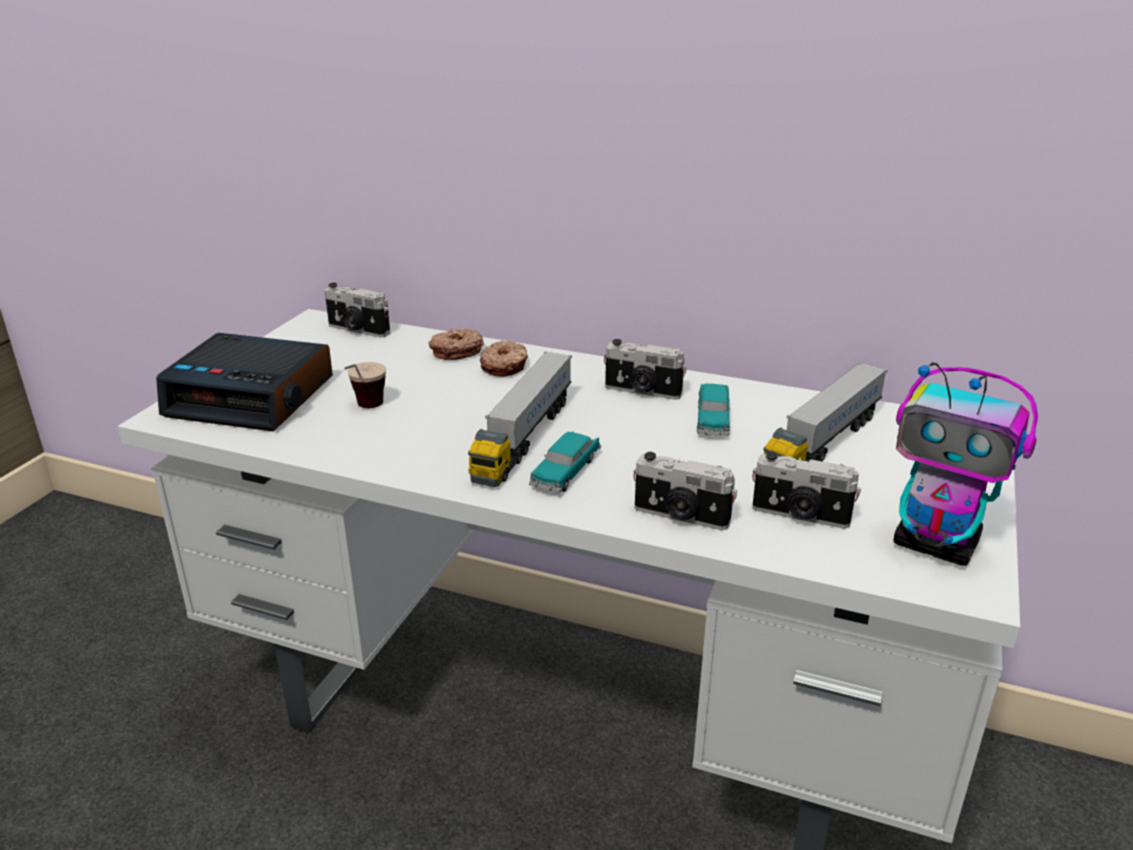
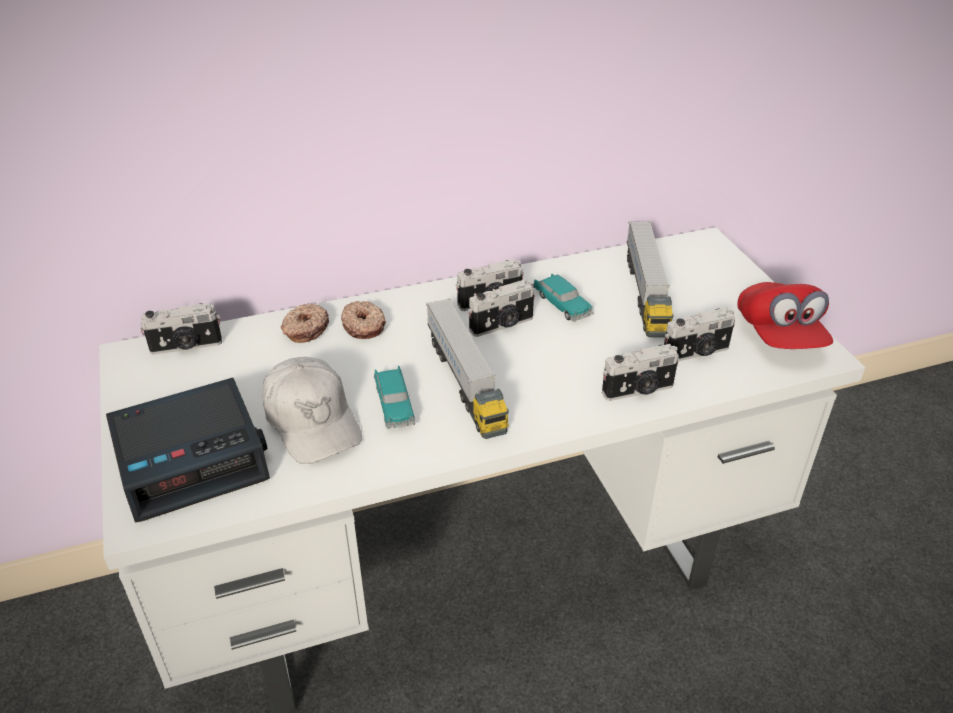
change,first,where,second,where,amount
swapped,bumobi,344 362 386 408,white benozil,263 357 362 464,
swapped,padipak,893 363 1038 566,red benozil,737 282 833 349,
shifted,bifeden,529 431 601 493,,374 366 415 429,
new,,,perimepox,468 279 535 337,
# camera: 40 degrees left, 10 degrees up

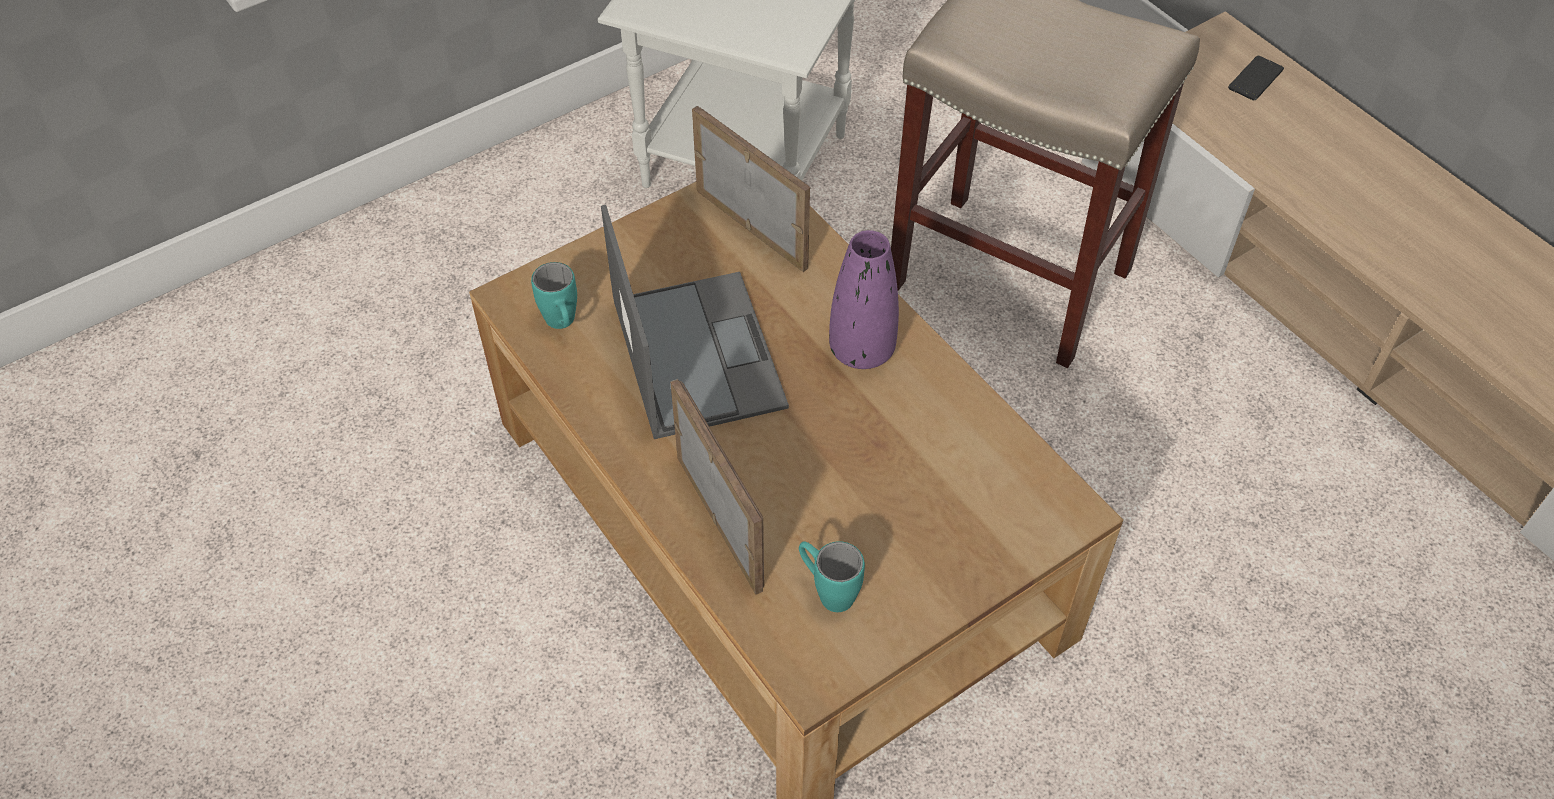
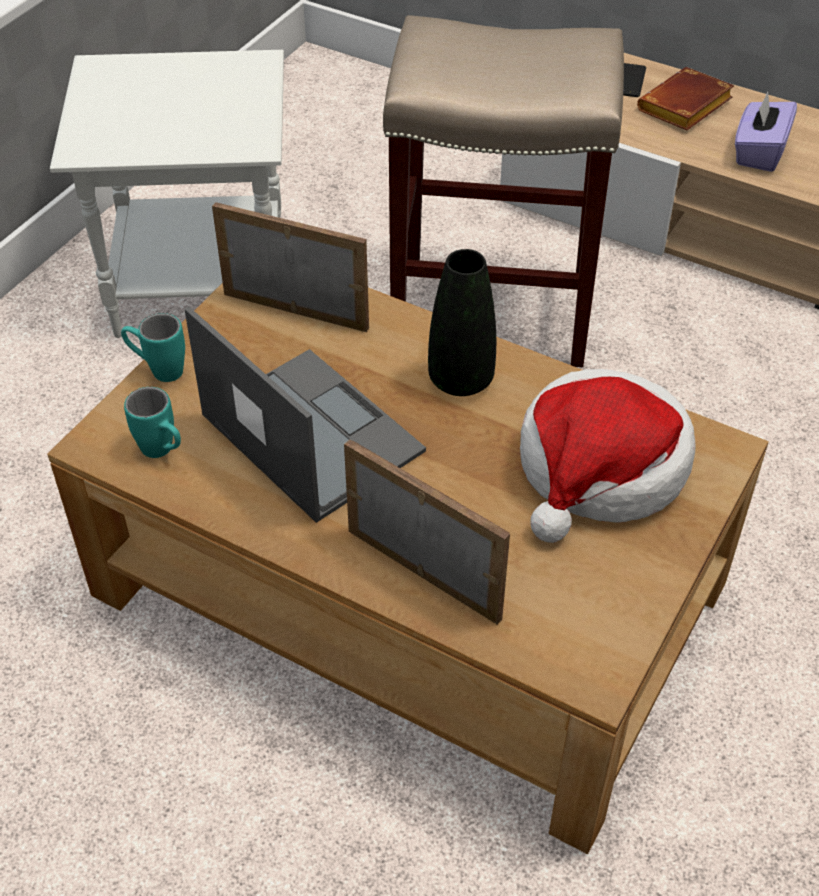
change,first,where,second,where,amount
repainted,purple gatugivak,829 230 899 369,black gatugivak,428 249 496 396,
shifted,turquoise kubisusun,799 541 865 612,,121 313 185 382,
new,,,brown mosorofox,637 67 734 130,
new,,,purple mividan,735 91 797 172,
new,,,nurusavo,520 369 696 543,
# camera: 25 degrees left, 5 degrees down

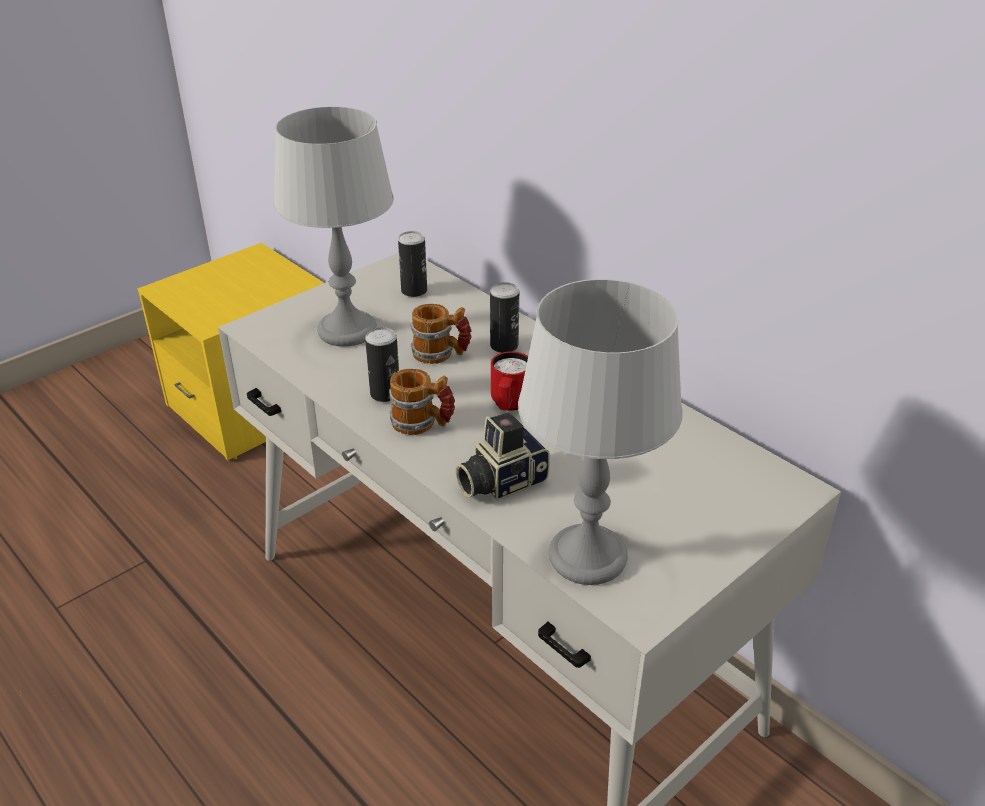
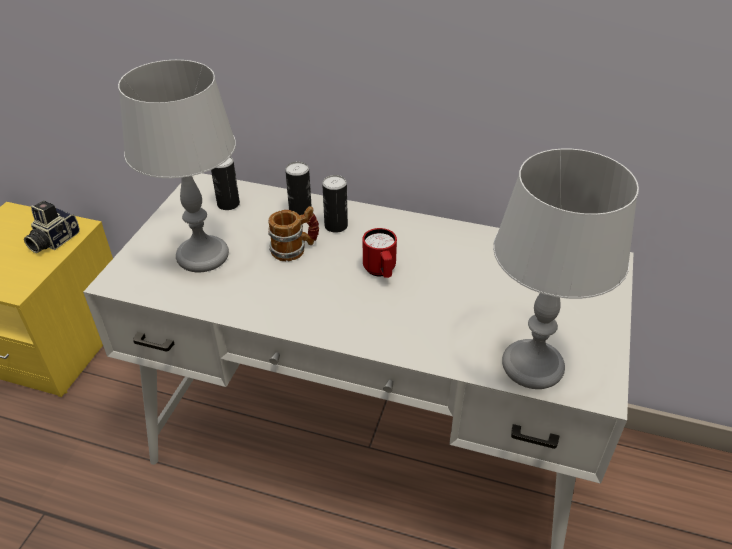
change,first,where,second,where,amount
shifted,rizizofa,365 327 399 402,,285 162 312 215,
gone,kubisusun,389 369 455 435,,,
shifted,perimepox,455 413 550 501,,24 201 80 253,
# camera: 30 degrees left, 5 degrees up

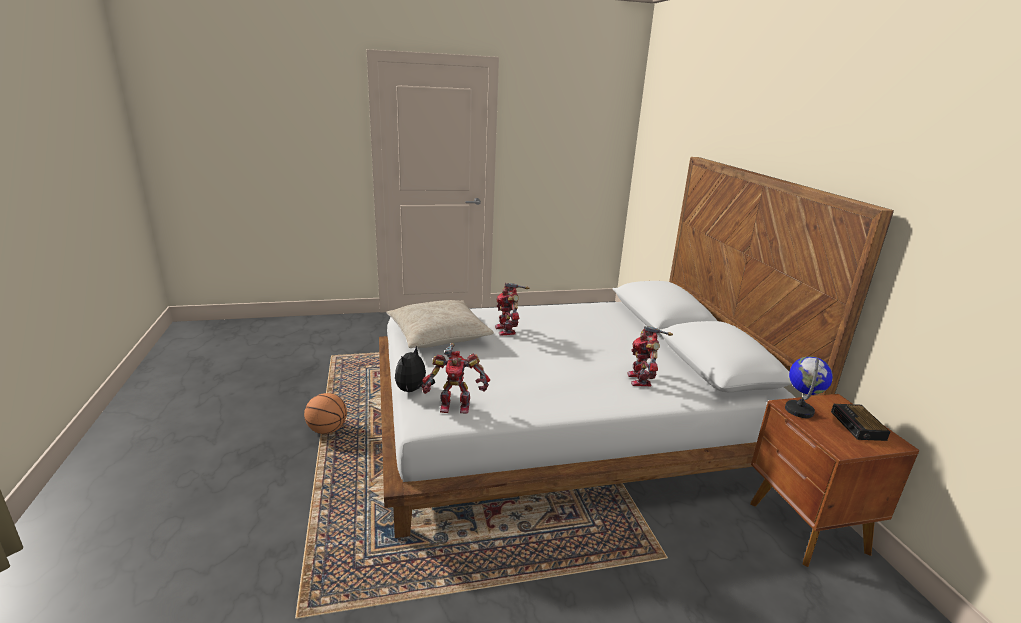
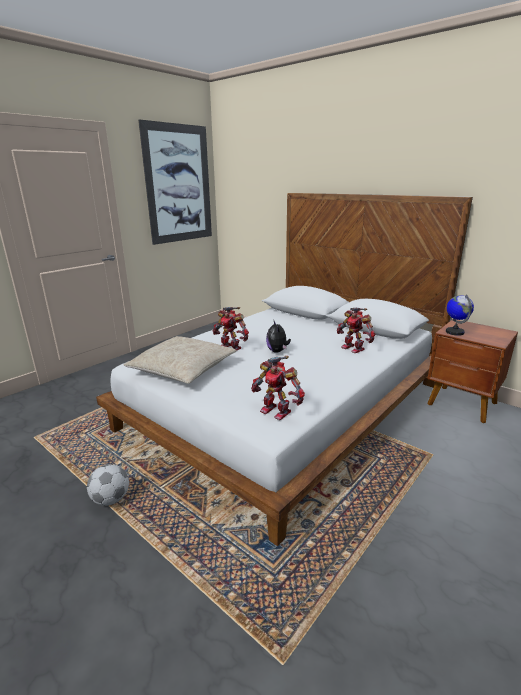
change,first,where,second,where,amount
rotated,padipak,422 343 490 414,,251 356 305 420,75 degrees clockwise
shifted,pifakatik,395 346 435 392,,266 321 291 353,
swapped,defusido,304 393 347 434,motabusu,87 464 129 506,
gone,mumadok,831 404 890 441,,,
new,,,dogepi,138 119 212 245,
# camera: 35 degrees left, 0 degrees up

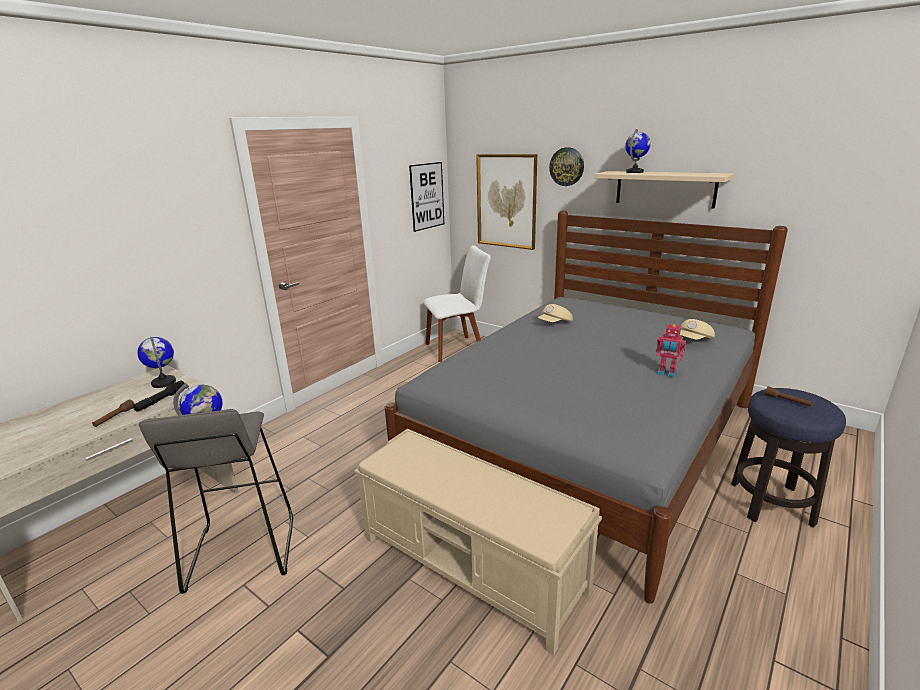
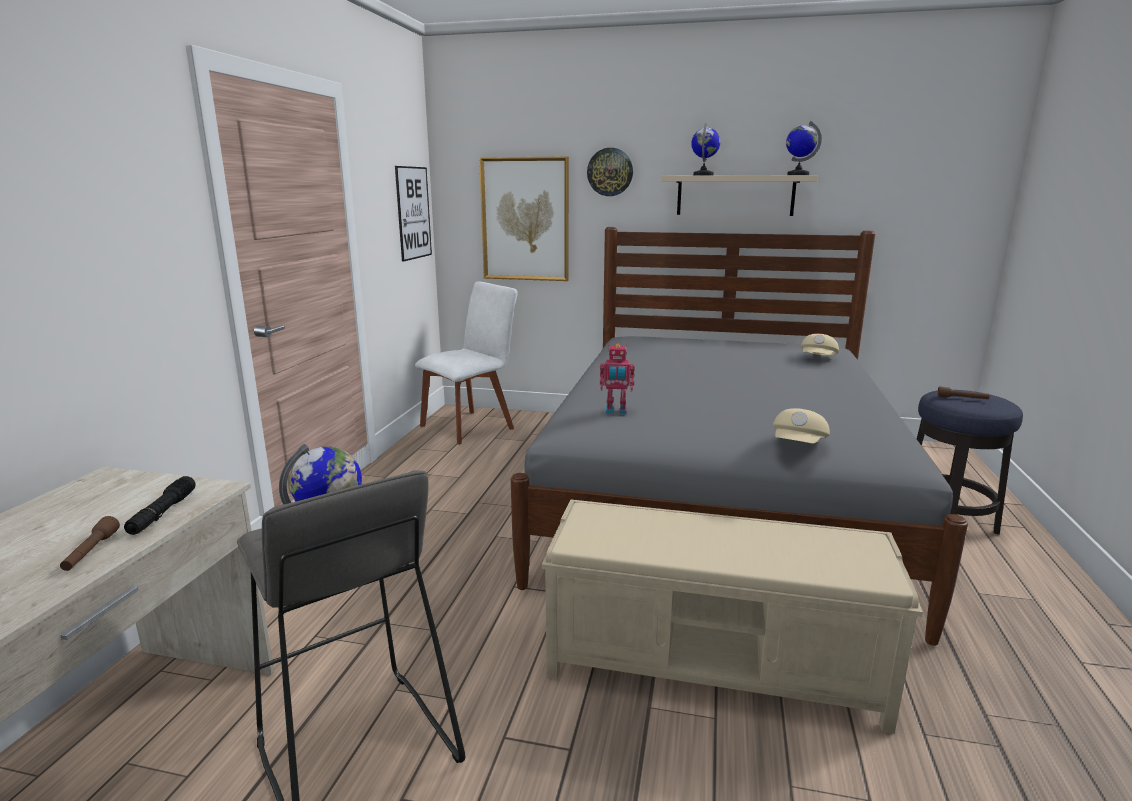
change,first,where,second,where,amount
shifted,beige benozil,538 304 573 322,,773 408 830 443,
shifted,padipak,656 324 686 377,,600 344 635 415,
shifted,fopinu,137 337 176 388,,786 121 822 175,
# camera: 25 degrees left, 5 degrees down

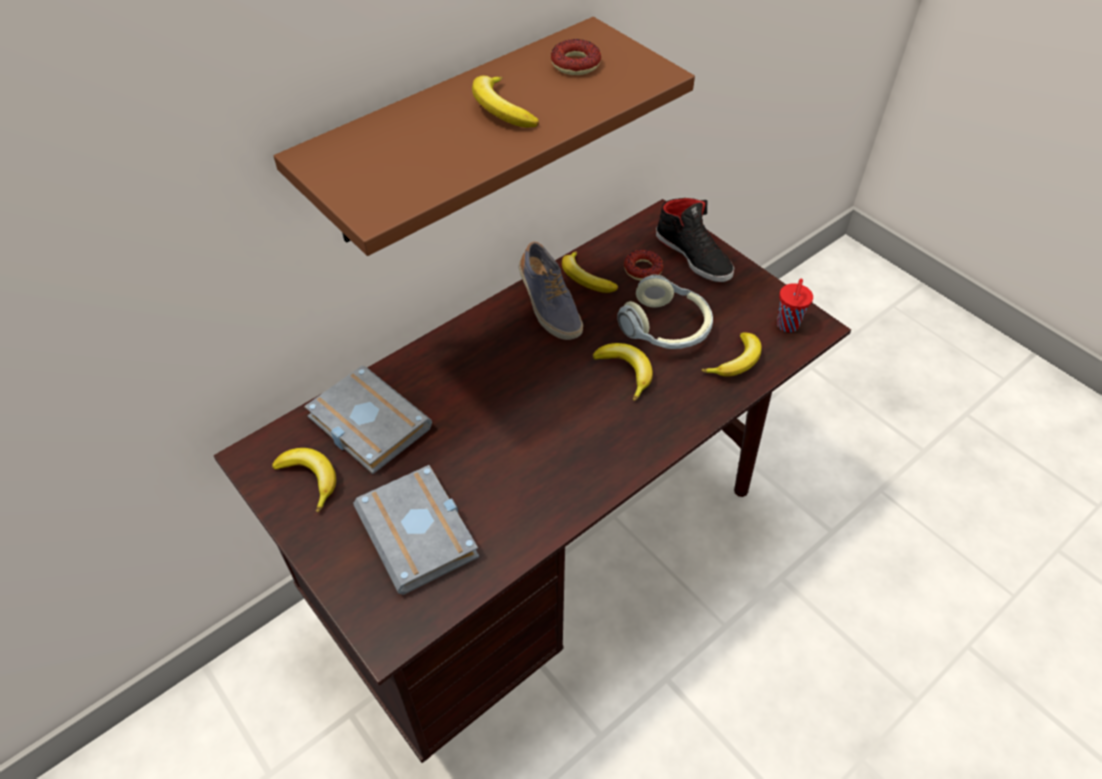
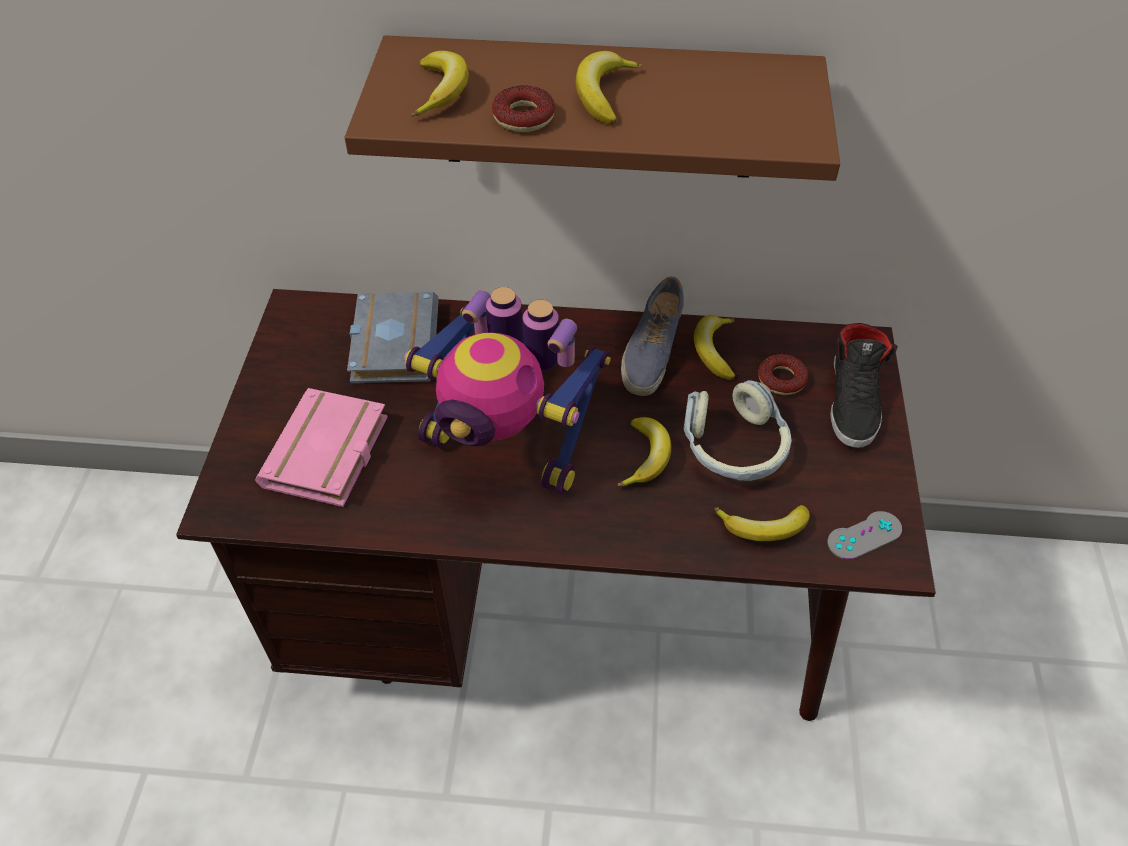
change,first,where,second,where,amount
shifted,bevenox,551 39 601 75,,492 85 555 132,
swapped,red bumobi,777 279 813 333,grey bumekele,827 511 902 560,
shifted,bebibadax,272 448 336 513,,411 51 469 117,
repainted,grey mosorofox,353 465 479 595,pink mosorofox,255 388 387 507,
new,,,padipak,404 287 611 495,
# camera: 45 degrees right, 0 degrees up

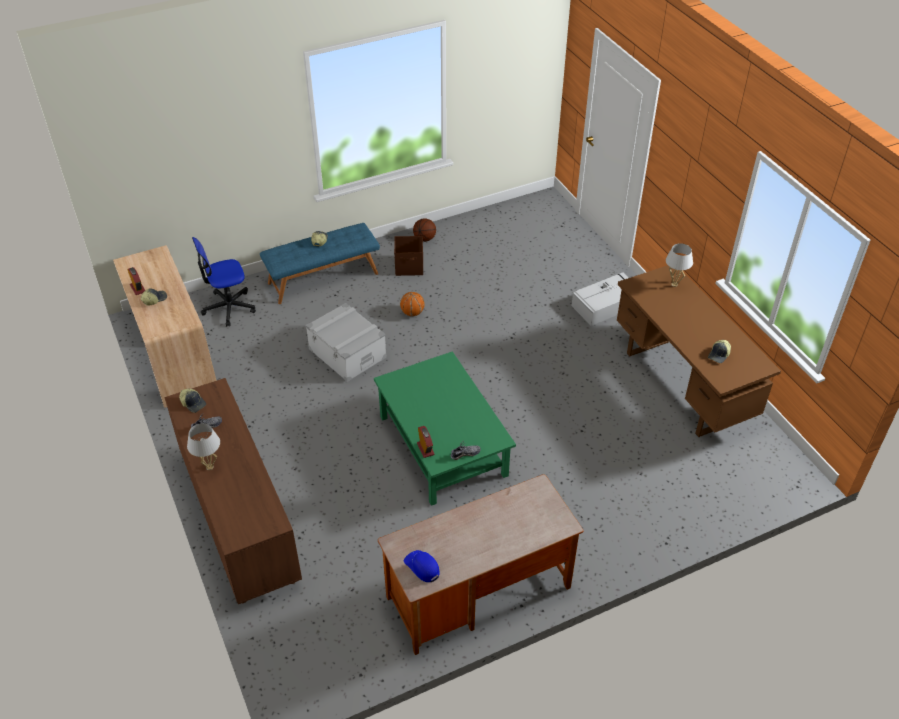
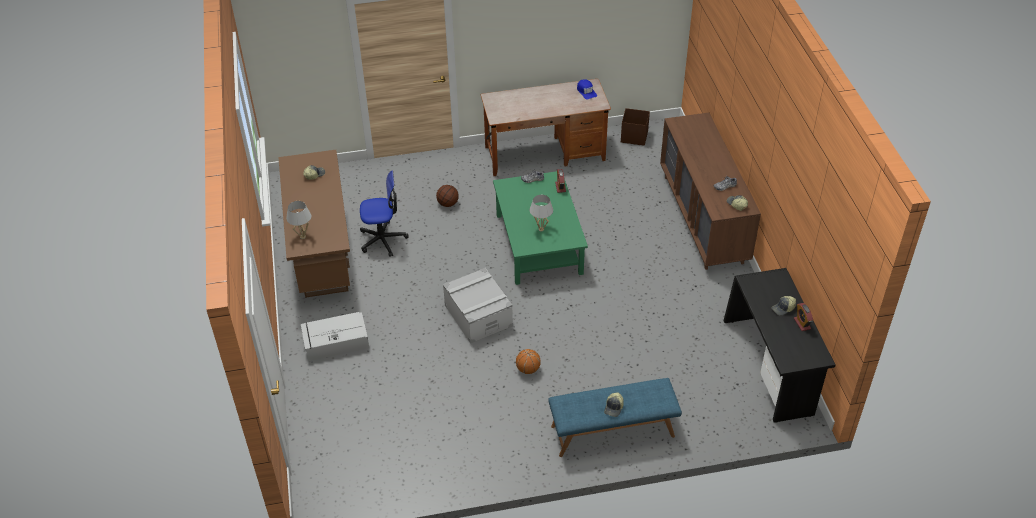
change,first,where,second,where,amount
shifted,defusido,413 218 436 242,,436 185 459 207,
shifted,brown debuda,394 236 423 276,,621 108 650 146,
shifted,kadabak,192 237 256 326,,360 170 409 257,
repainted,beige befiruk,113 245 217 408,black befiruk,723 268 836 423,
shifted,grey debuda,306 303 387 382,,443 268 513 344,
shifted,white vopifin,187 423 220 470,,530 195 553 231,
# camera: 165 degrees left, 0 degrees up

